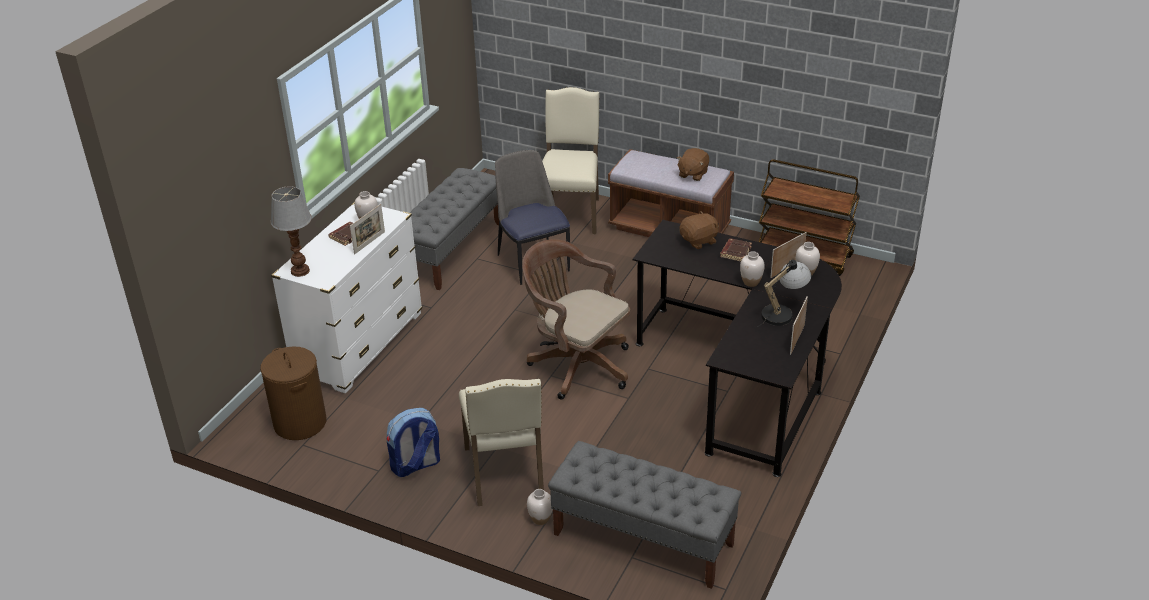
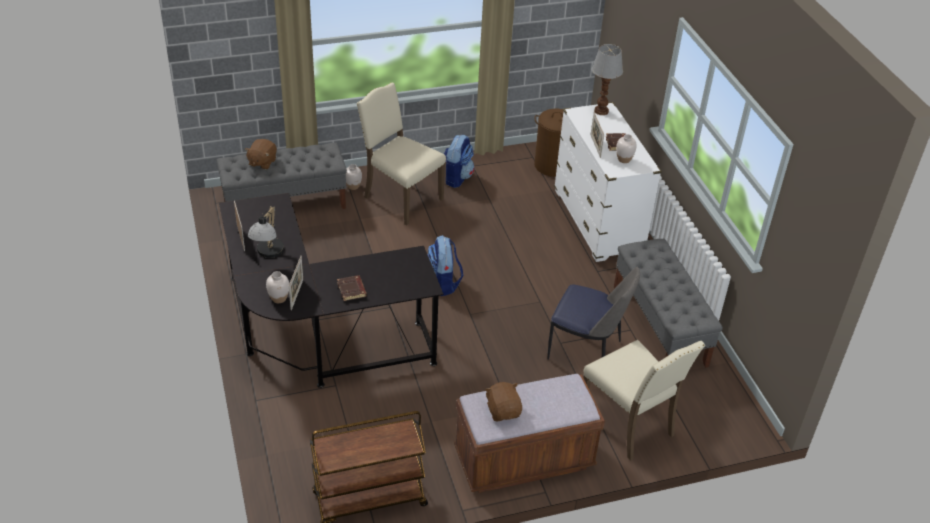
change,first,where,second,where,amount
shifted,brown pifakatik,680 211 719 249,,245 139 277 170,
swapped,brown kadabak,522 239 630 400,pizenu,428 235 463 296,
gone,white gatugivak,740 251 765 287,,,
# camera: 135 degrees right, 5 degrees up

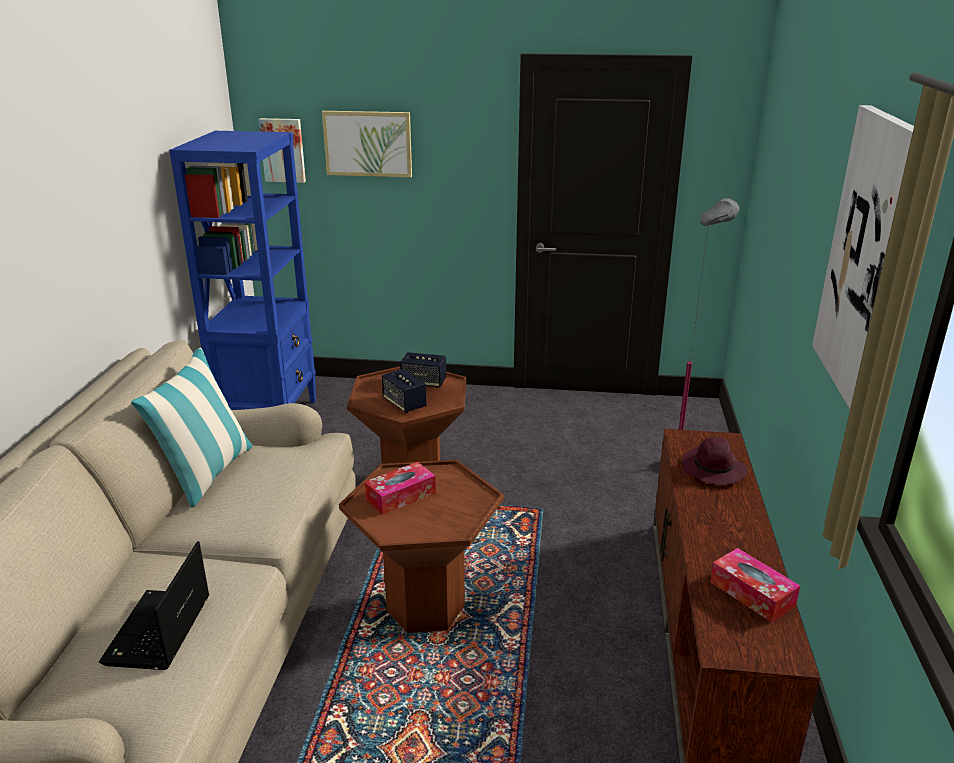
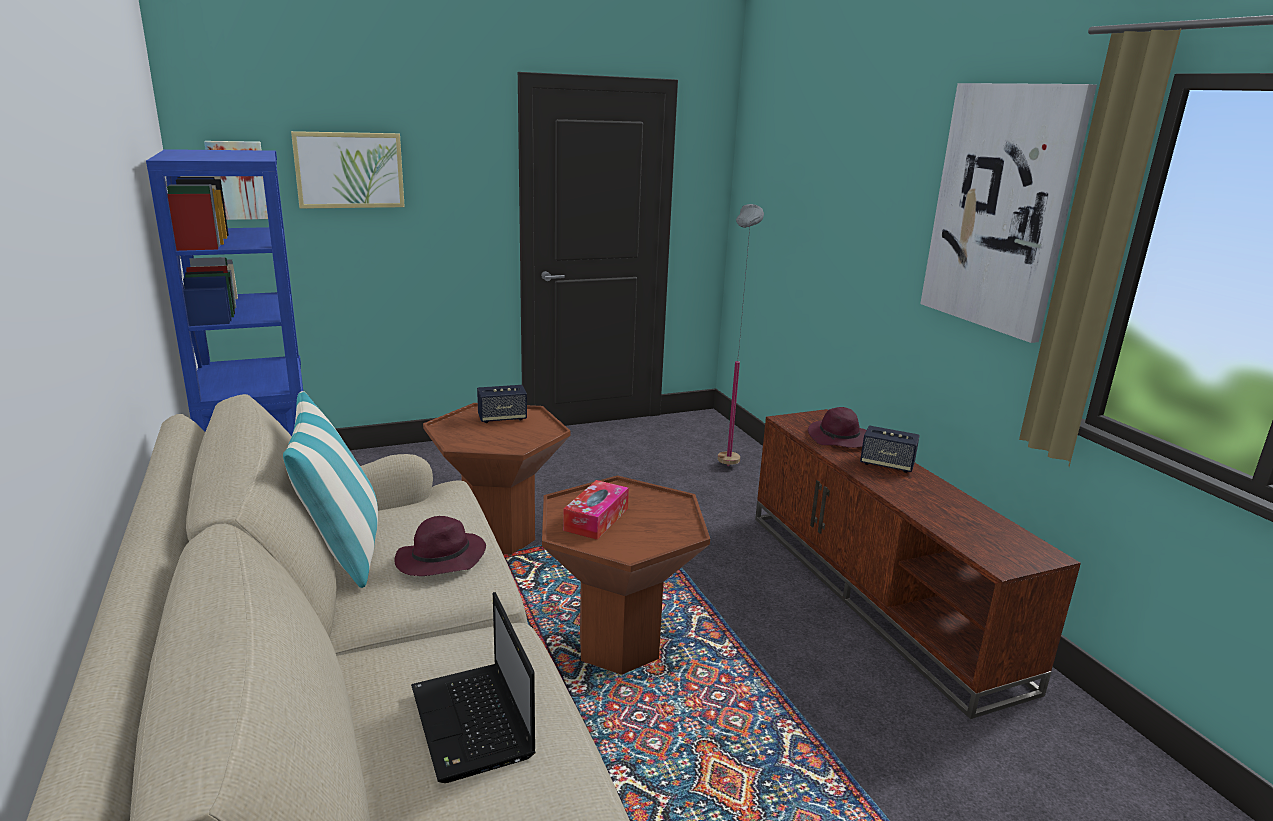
change,first,where,second,where,amount
shifted,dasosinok,382 369 426 413,,860 425 920 473,
gone,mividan,710 548 800 622,,,
new,,,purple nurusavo,394 516 486 576,
# camera: 30 degrees left, 5 degrees down

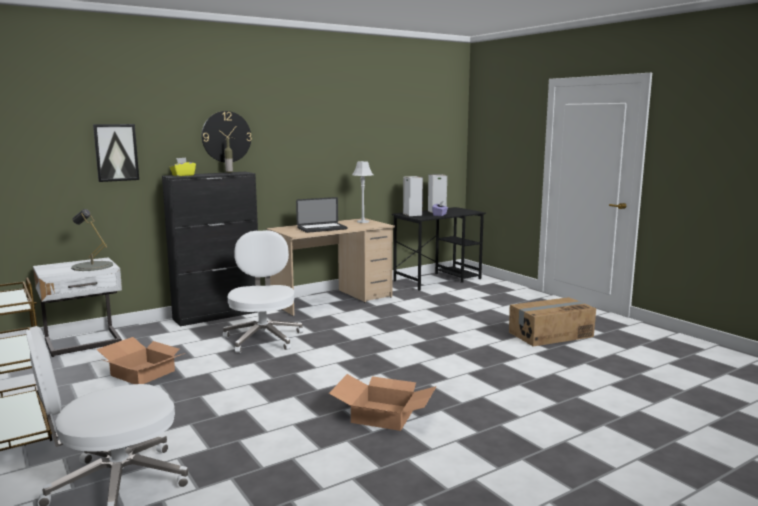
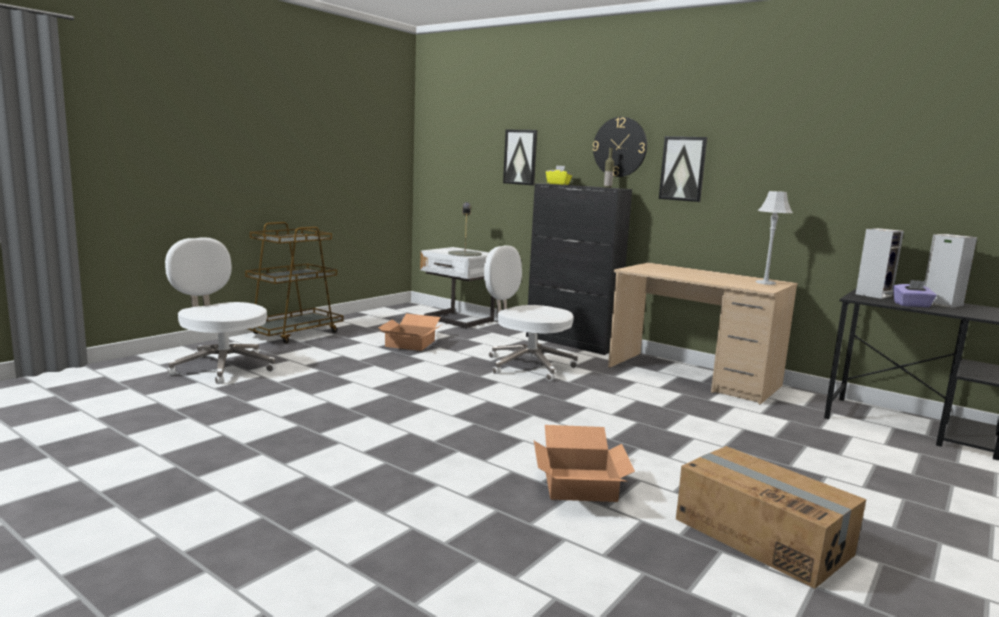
change,first,where,second,where,amount
gone,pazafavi,296 197 348 233,,,
rotated,white kadabak,223 230 303 353,,484 245 578 381,120 degrees counterclockwise
shifted,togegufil,329 374 437 431,,534 425 635 502,
new,,,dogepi,659 136 707 202,
# camera: 70 degrees right, 0 degrees up

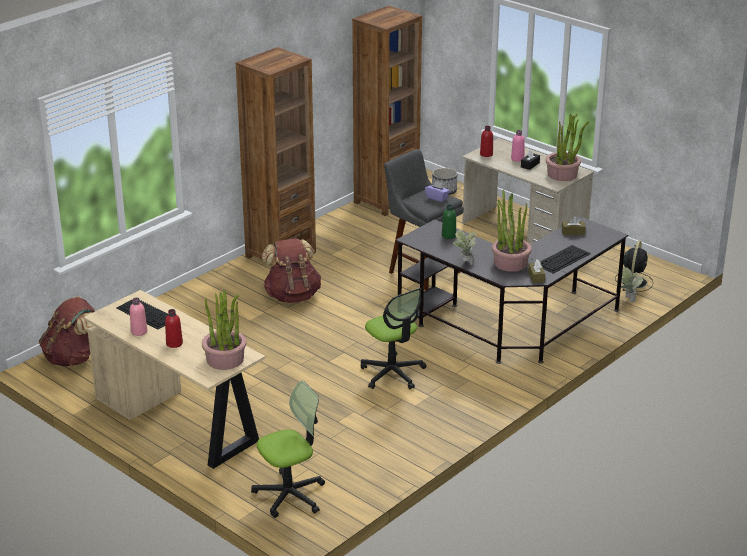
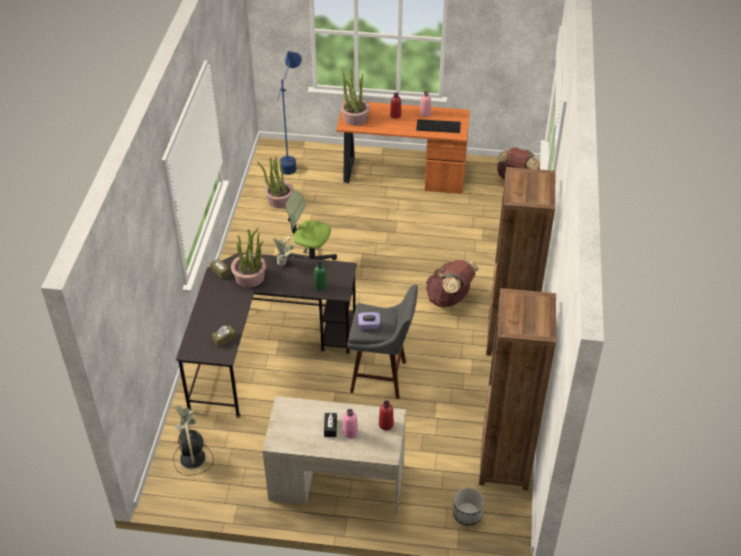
change,first,where,second,where,amount
shifted,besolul,545 113 589 181,,257 157 294 208,
gone,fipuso,540 245 591 274,,,
repainted,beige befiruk,84 290 265 469,orange befiruk,336 100 470 194,
swapped,kadabak,251 381 325 518,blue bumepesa,277 51 302 175,
# camera: 145 degrees right, 15 degrees up

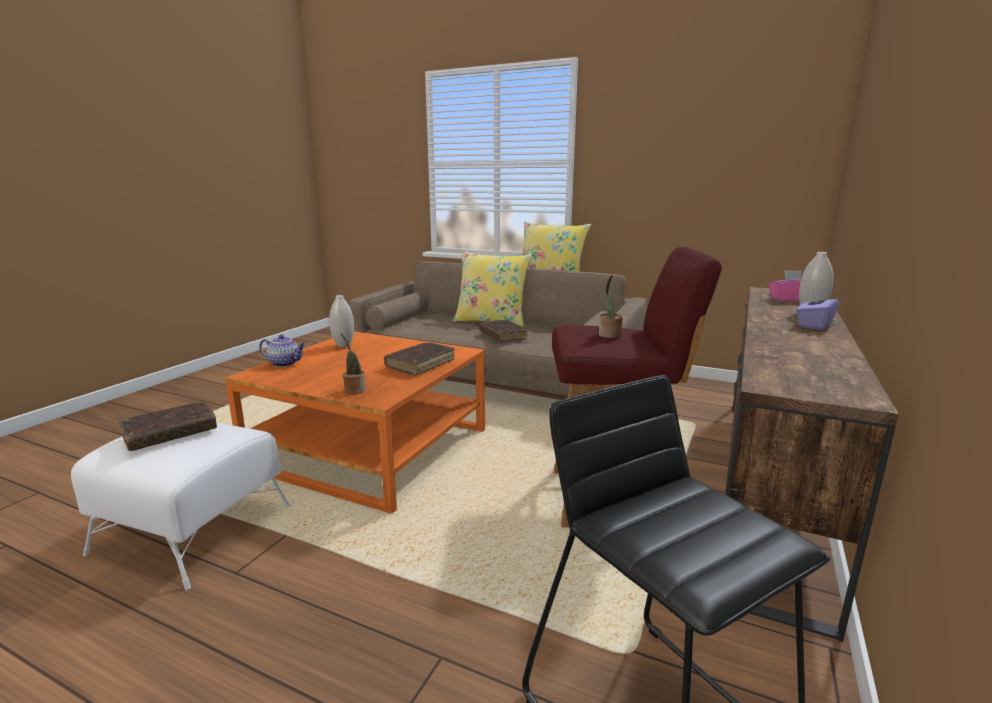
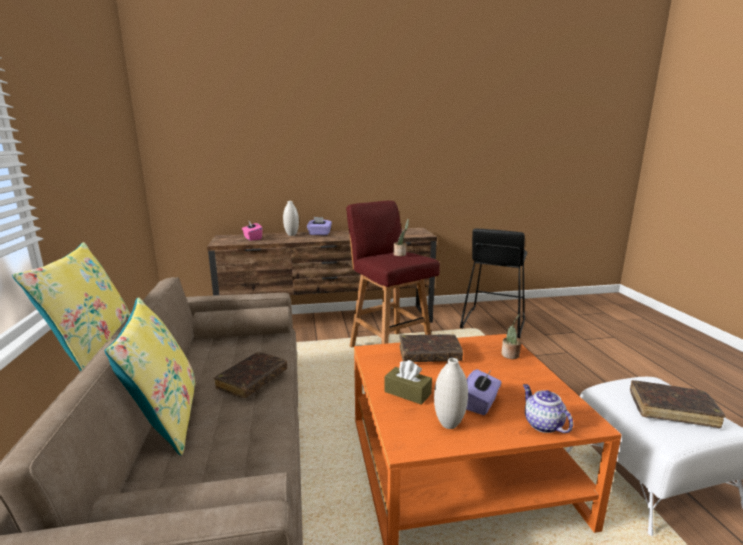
change,first,where,second,where,amount
new,,,brown mividan,384 360 432 405,
new,,,purple mividan,466 369 501 415,
# camera: 125 degrees left, 0 degrees up

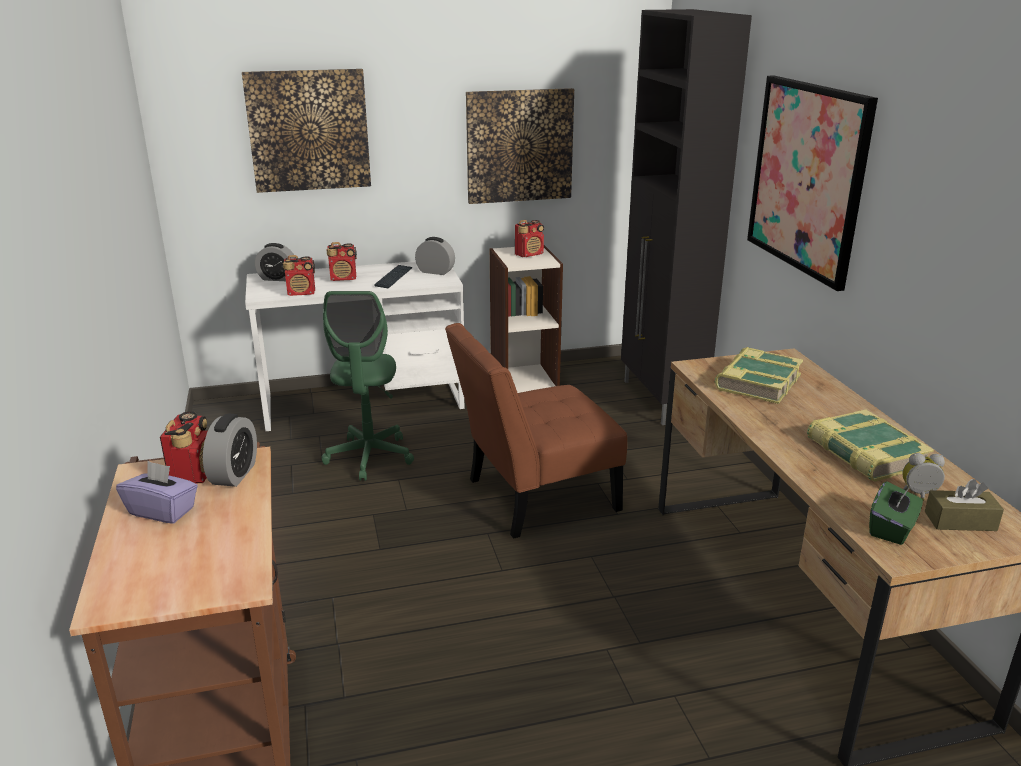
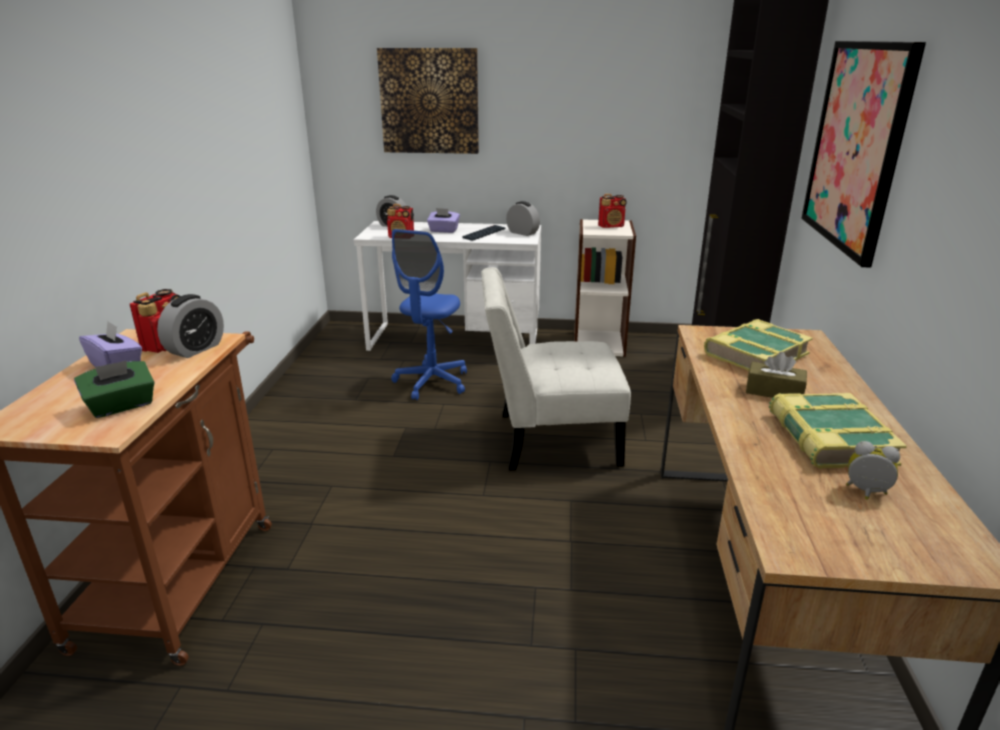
change,first,where,second,where,amount
gone,dogepi,466 88 574 204,,,
swapped,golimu,327 242 357 281,purple mividan,427 208 460 233,
repainted,green kadabak,321 291 414 481,blue kadabak,391 229 467 400,
repainted,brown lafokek,445 323 627 539,white lafokek,481 267 631 470,
shifted,brown mividan,925 479 1004 531,,746 352 807 398,
shifted,green mividan,869 482 923 545,,74 360 155 418,
# camera: 20 degrees right, 0 degrees up

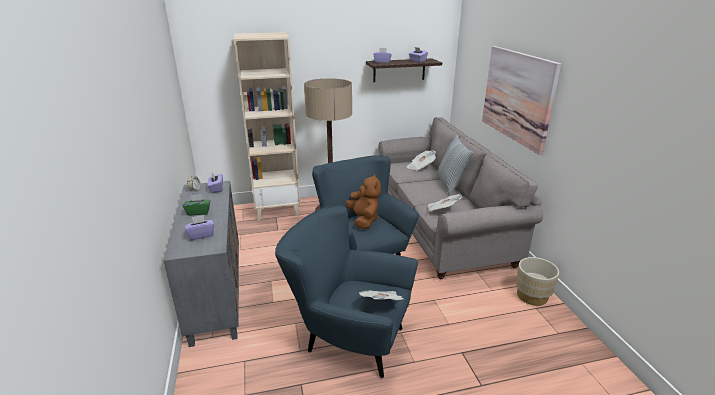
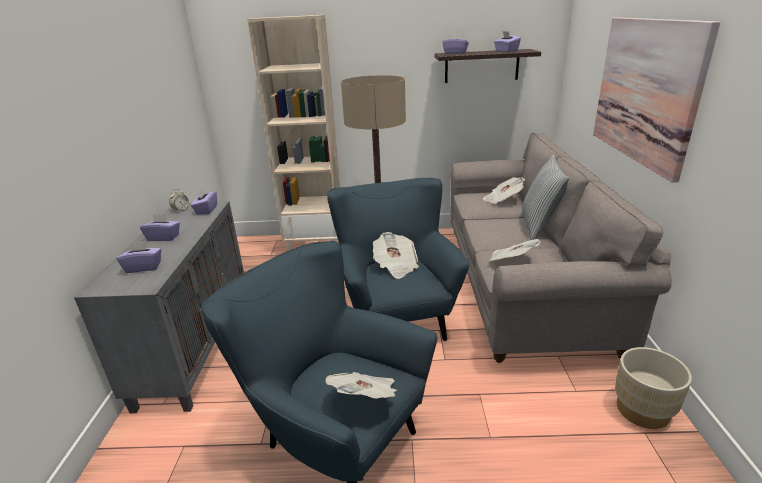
change,first,where,second,where,amount
swapped,brown pifakatik,346 174 381 229,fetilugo,373 232 419 279,
repainted,green mividan,183 194 210 216,purple mividan,140 214 180 241,
# camera: 15 degrees right, 0 degrees up

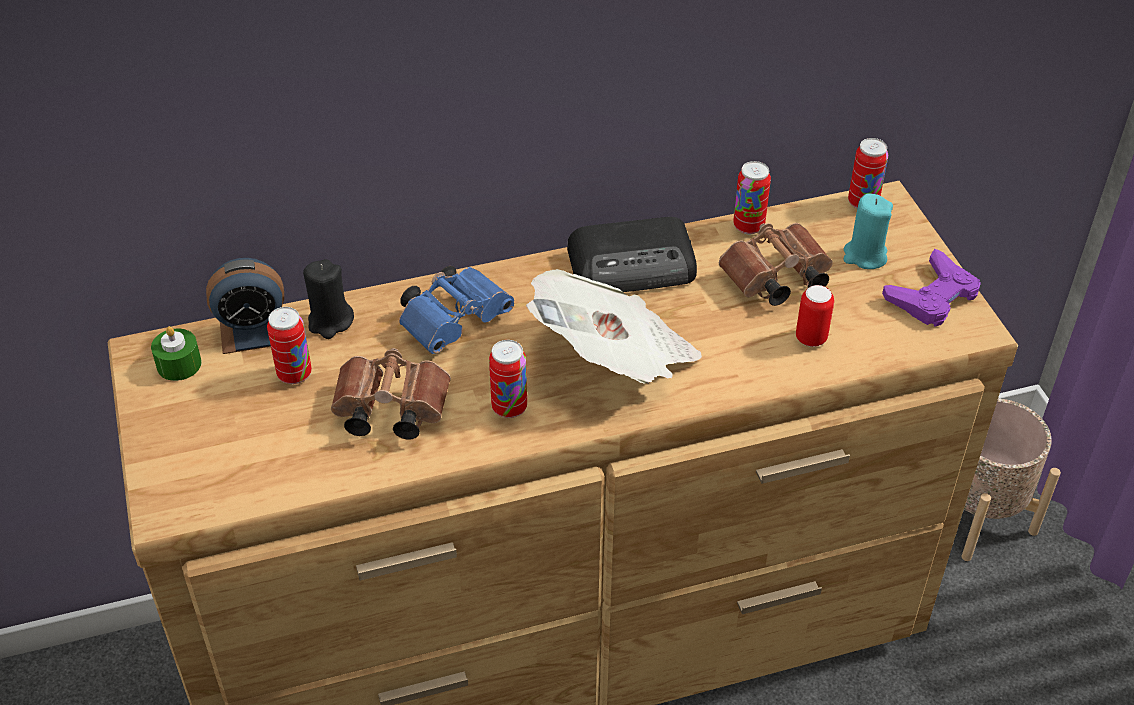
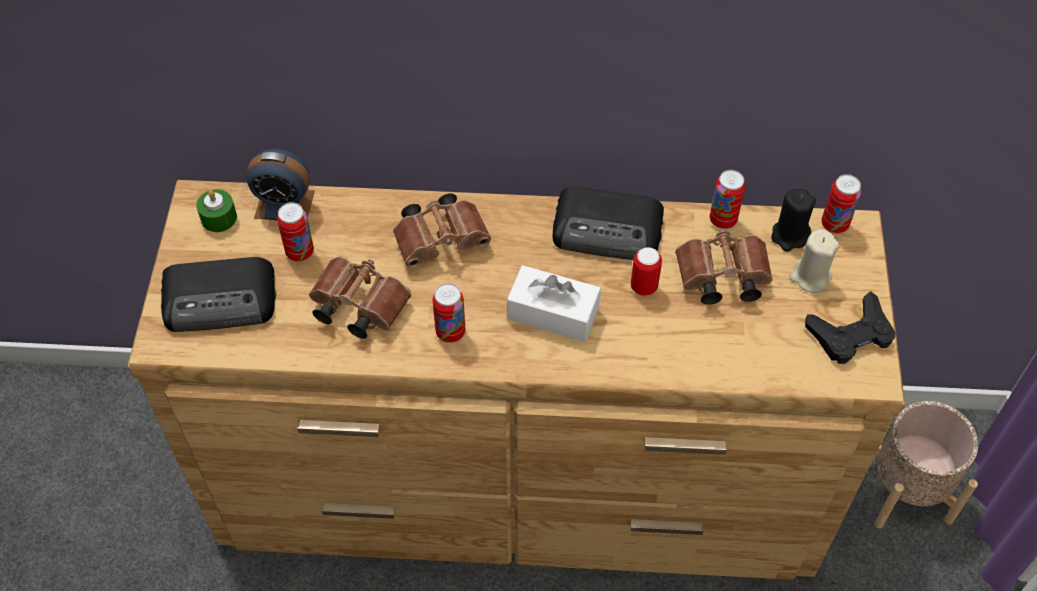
change,first,where,second,where,amount
repainted,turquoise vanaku,844 193 893 269,beige vanaku,789 229 840 293,
repainted,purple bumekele,882 249 981 327,black bumekele,805 291 896 364,
shifted,black vanaku,303 259 354 339,,771 189 816 252,
repainted,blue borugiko,399 266 514 354,brown borugiko,393 193 491 268,
swapped,fetilugo,526 269 702 384,white mividan,507 265 601 342,
shifted,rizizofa,796 285 834 347,,631 247 662 296,
new,,,golimu,161 257 276 332,
# camera: 20 degrees right, 10 degrees up

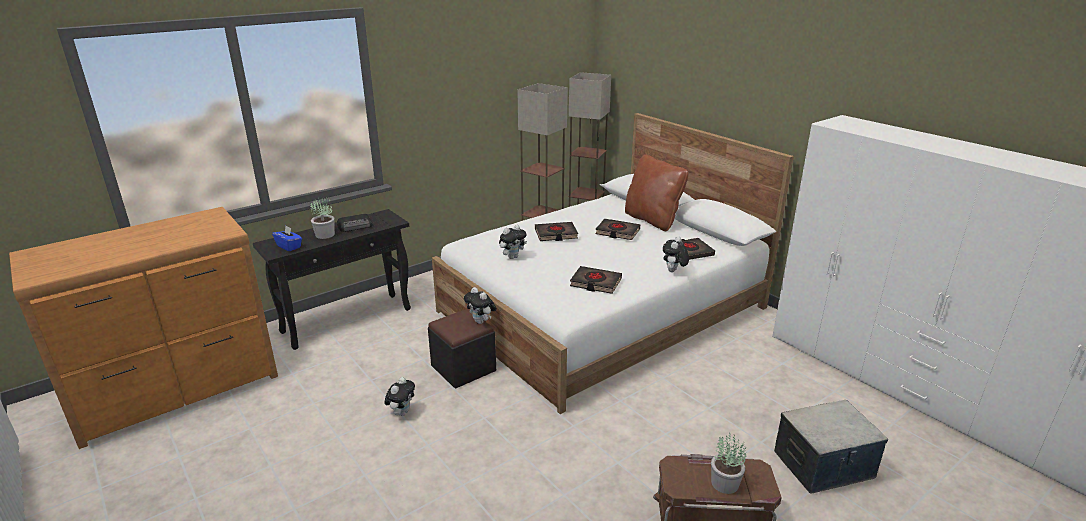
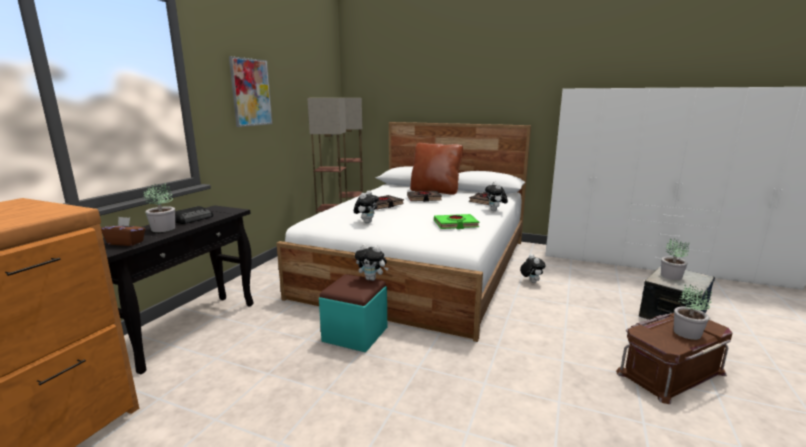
change,first,where,second,where,amount
repainted,blue mividan,272 226 302 251,brown mividan,101 217 145 246,
repainted,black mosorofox,570 266 622 294,green mosorofox,434 214 479 229,
repainted,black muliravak,428 309 496 389,turquoise muliravak,319 274 387 353,
shifted,pifakatik,384 377 415 416,,520 254 546 283,
new,,,dogepi,229 56 272 127,
new,,,besolul,661 238 690 280,
# camera: 30 degrees left, 10 degrees down

